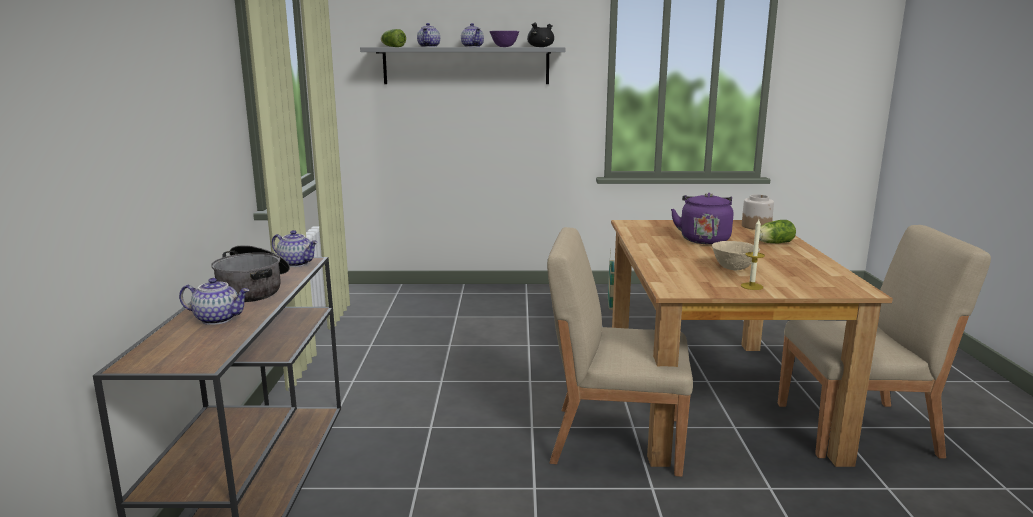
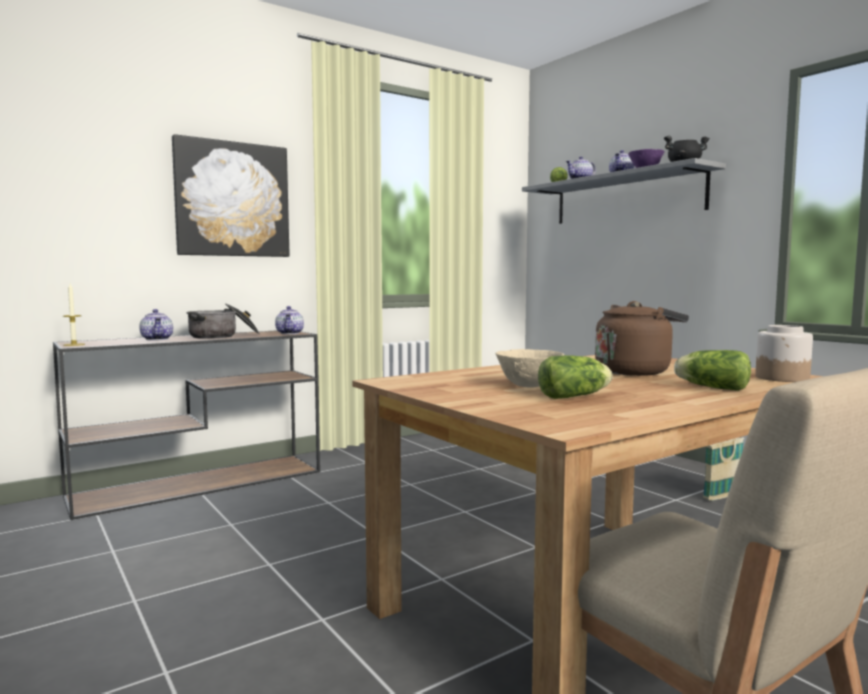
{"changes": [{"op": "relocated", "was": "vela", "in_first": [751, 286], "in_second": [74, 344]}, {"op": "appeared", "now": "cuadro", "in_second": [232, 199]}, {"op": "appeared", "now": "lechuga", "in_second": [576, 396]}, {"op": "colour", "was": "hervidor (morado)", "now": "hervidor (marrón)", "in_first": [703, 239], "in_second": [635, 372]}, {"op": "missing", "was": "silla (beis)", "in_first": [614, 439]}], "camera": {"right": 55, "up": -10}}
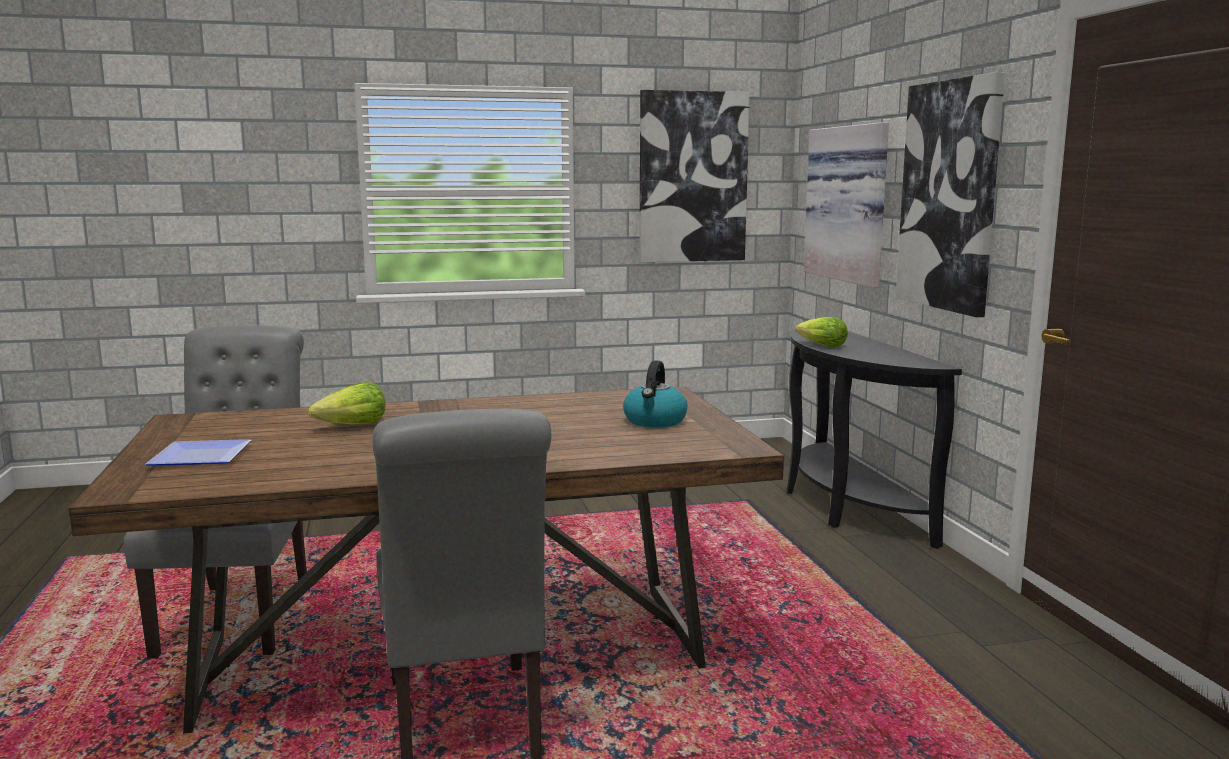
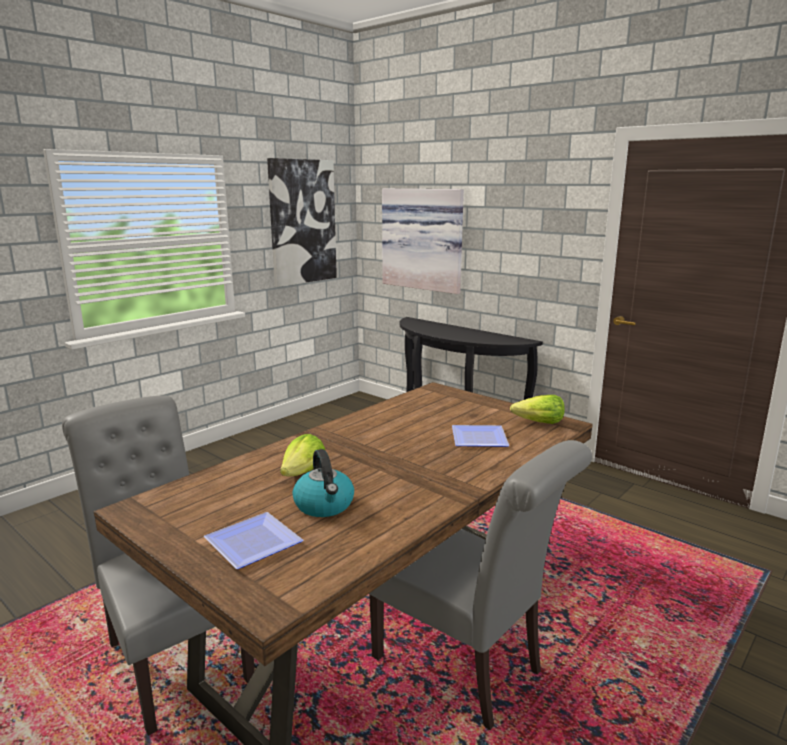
{"changes": [{"op": "relocated", "was": "hervidor", "in_first": [655, 421], "in_second": [324, 505]}, {"op": "appeared", "now": "plato", "in_second": [481, 439]}, {"op": "relocated", "was": "lechuga", "in_first": [821, 346], "in_second": [539, 423]}, {"op": "missing", "was": "cuadro", "in_first": [949, 196]}], "camera": {"right": -35, "up": 5}}
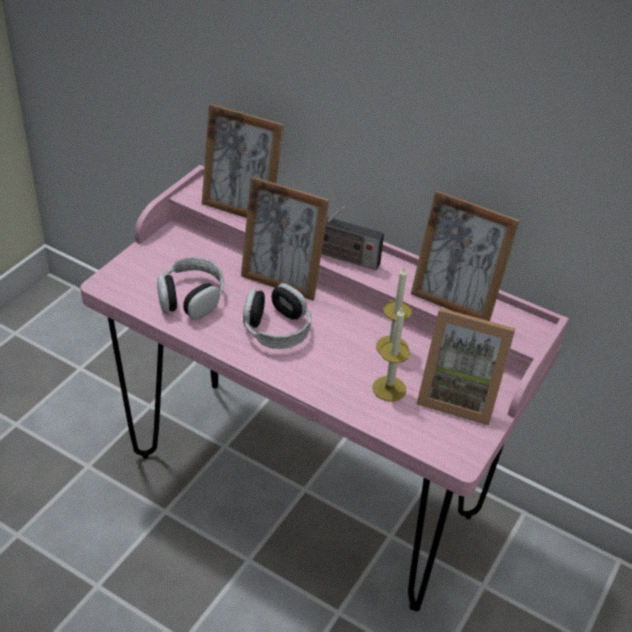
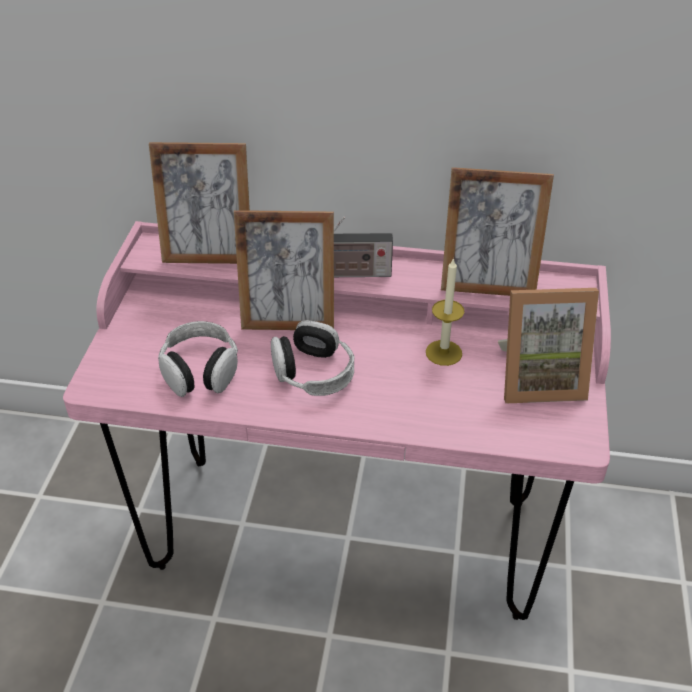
{"changes": [{"op": "missing", "was": "vela", "in_first": [389, 388]}], "camera": {"right": -20, "up": 0}}
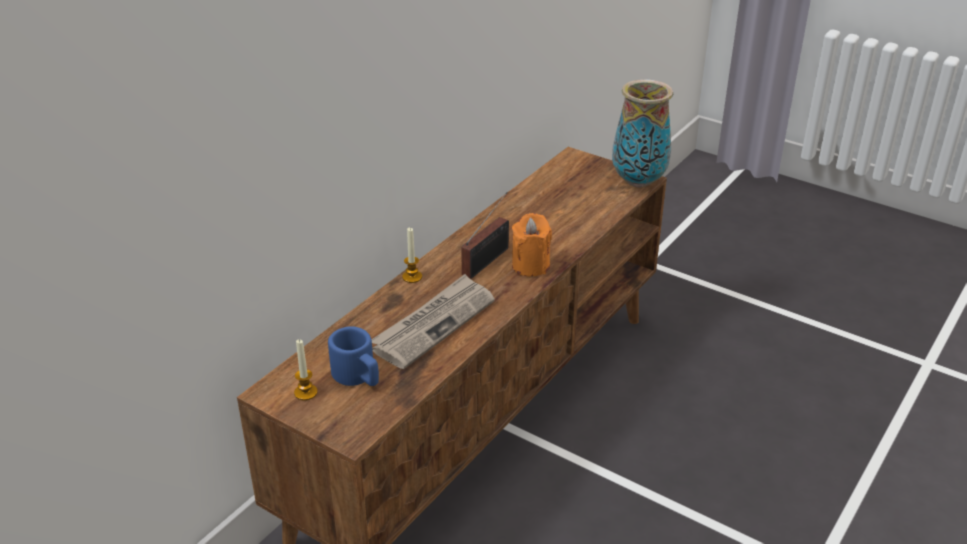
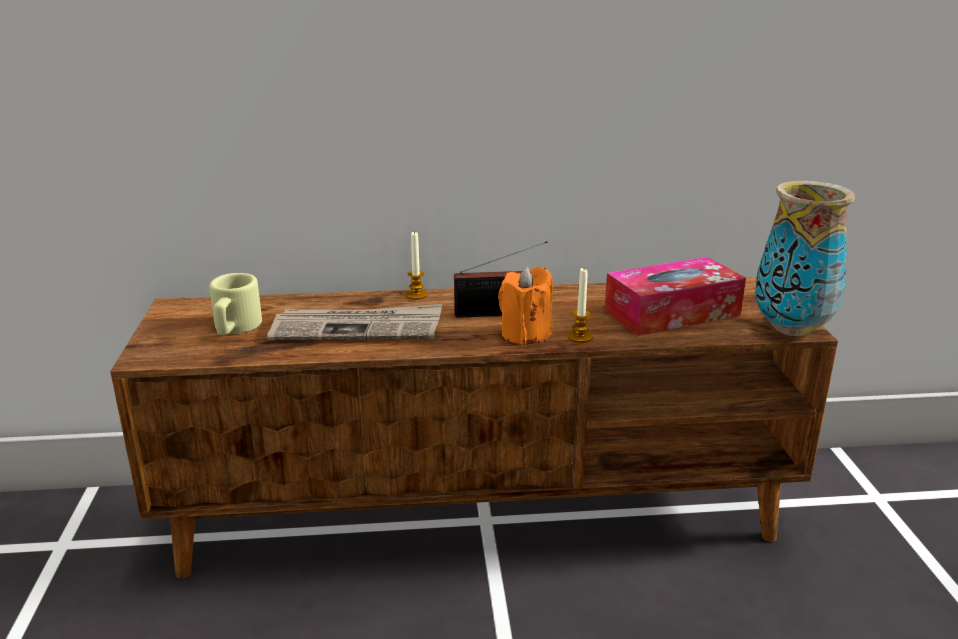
{"changes": [{"op": "colour", "was": "taza grande (azul)", "now": "taza grande (beis)", "in_first": [358, 376], "in_second": [235, 328]}, {"op": "relocated", "was": "vela", "in_first": [305, 393], "in_second": [579, 337]}, {"op": "appeared", "now": "caja de pañuelos", "in_second": [672, 313]}], "camera": {"right": 50, "up": -10}}
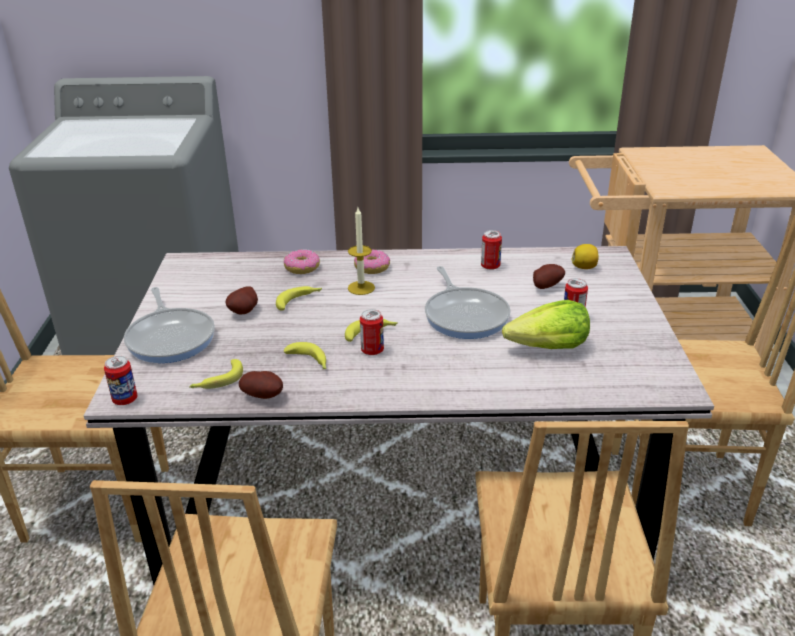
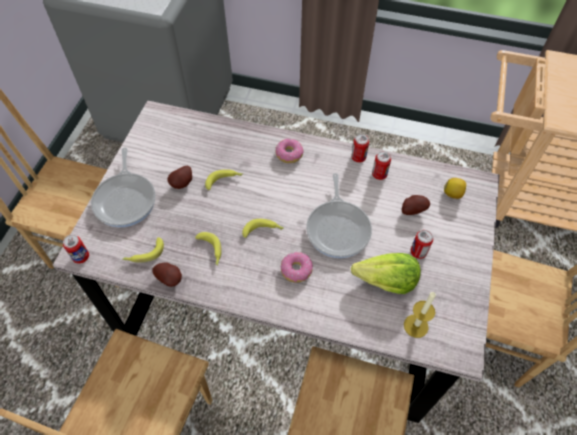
{"changes": [{"op": "relocated", "was": "rosquilla", "in_first": [302, 268], "in_second": [296, 270]}, {"op": "relocated", "was": "lata", "in_first": [372, 350], "in_second": [358, 157]}, {"op": "relocated", "was": "vela", "in_first": [361, 288], "in_second": [416, 326]}], "camera": {"right": 15, "up": 25}}
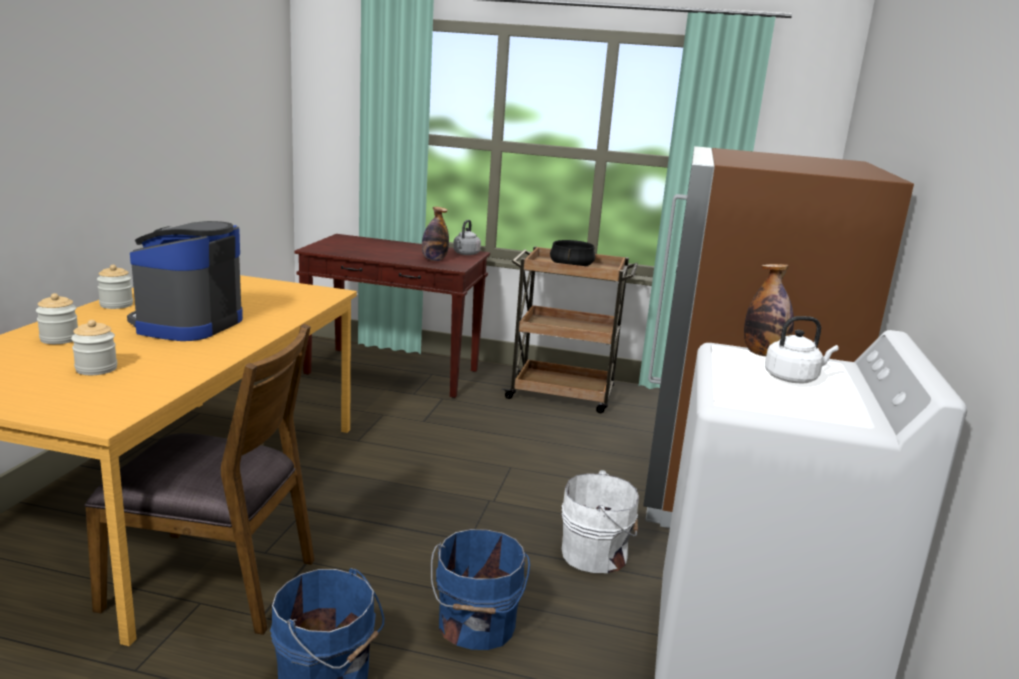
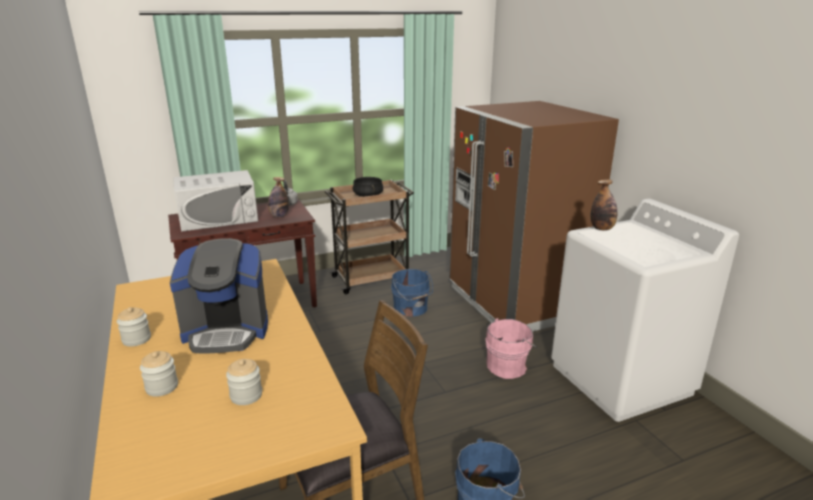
{"changes": [{"op": "spun", "was": "cafetera", "in_first": [187, 324], "in_second": [227, 331], "clockwise": -75}, {"op": "appeared", "now": "microondas (blanco)", "in_second": [219, 218]}, {"op": "relocated", "was": "cubo (azul)", "in_first": [476, 626], "in_second": [411, 309]}, {"op": "colour", "was": "cubo (blanco)", "now": "cubo (rosa)", "in_first": [597, 554], "in_second": [508, 366]}, {"op": "missing", "was": "hervidor (blanco)", "in_first": [793, 378]}], "camera": {"right": -35, "up": 5}}
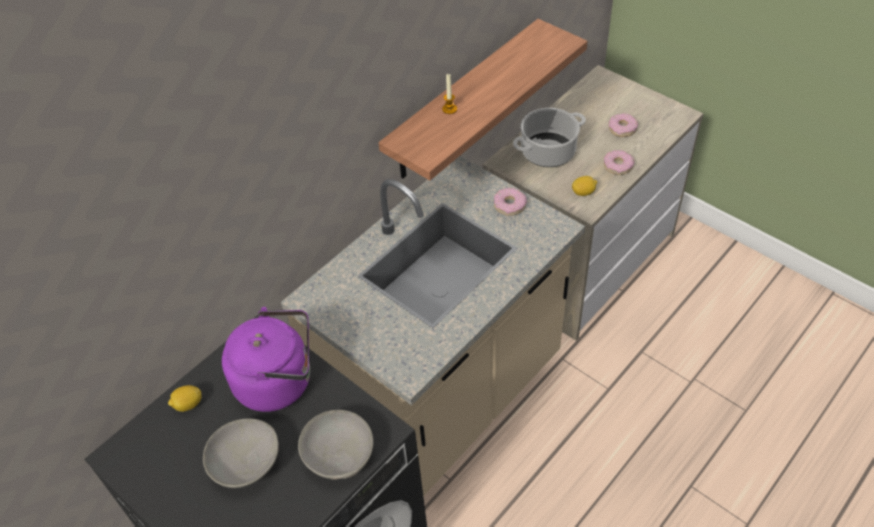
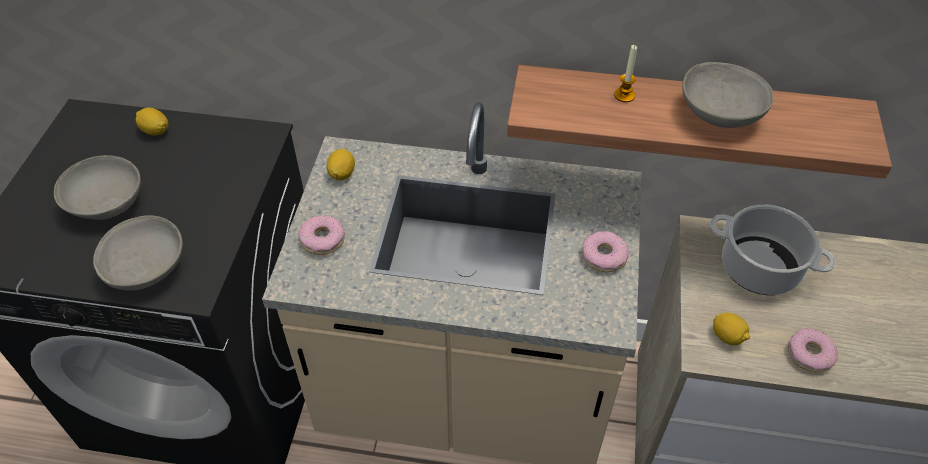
{"changes": [{"op": "relocated", "was": "rosquilla", "in_first": [622, 129], "in_second": [322, 240]}, {"op": "appeared", "now": "limón", "in_second": [342, 173]}, {"op": "appeared", "now": "cuenco (gris)", "in_second": [719, 114]}, {"op": "missing", "was": "hervidor (morado)", "in_first": [279, 381]}], "camera": {"right": 55, "up": 0}}
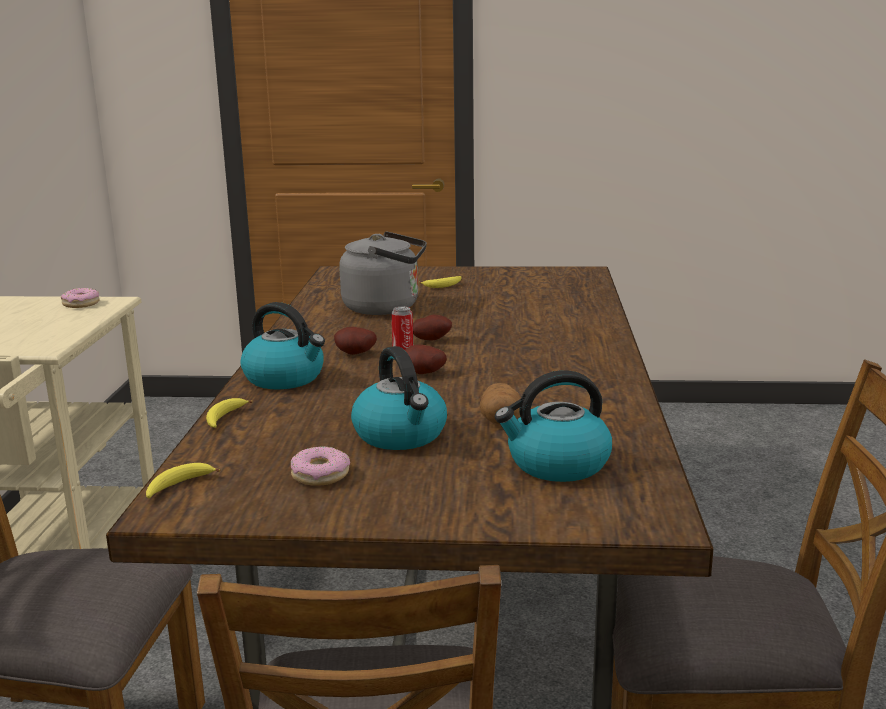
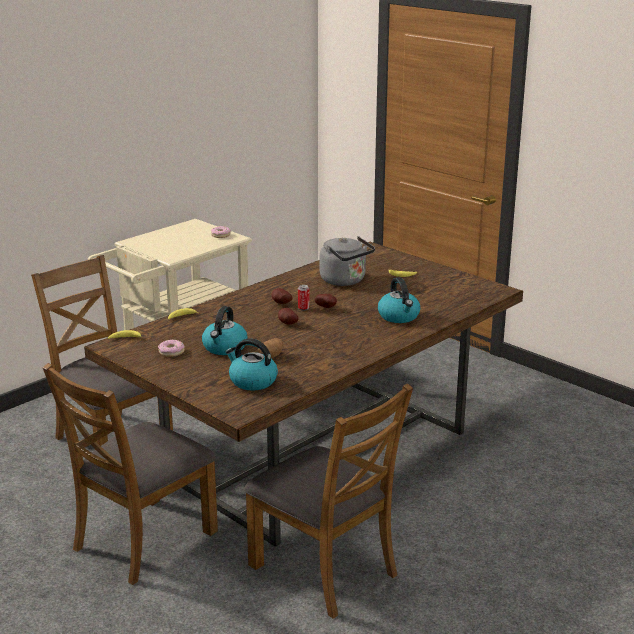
{"changes": [{"op": "relocated", "was": "hervidor", "in_first": [285, 378], "in_second": [399, 316]}], "camera": {"right": 40, "up": 5}}
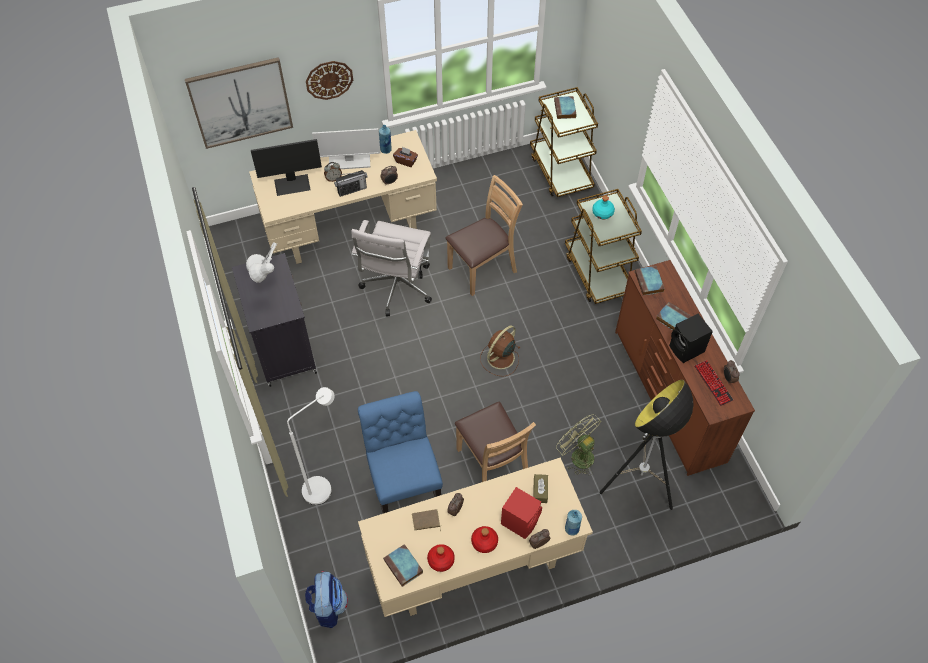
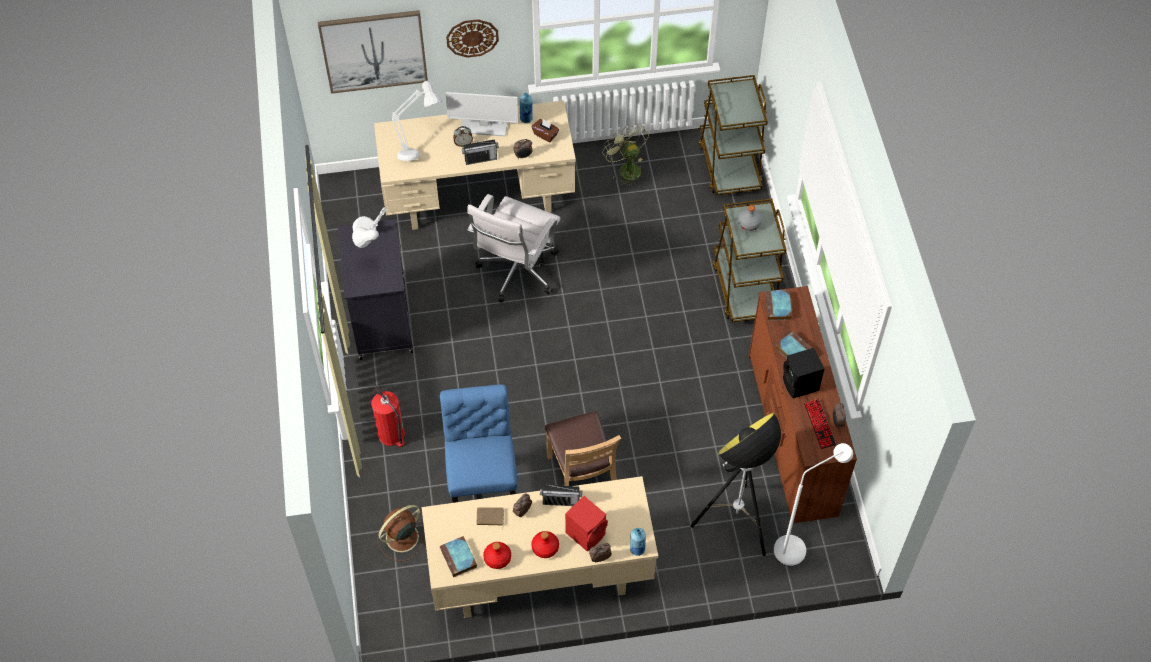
{"changes": [{"op": "appeared", "now": "extintor", "in_second": [391, 435]}, {"op": "relocated", "was": "ventilador (marrón)", "in_first": [500, 358], "in_second": [401, 538]}, {"op": "exchanged", "was": "monitor", "now": "lámpara de mesa (gris)", "in_first": [292, 184], "in_second": [418, 144]}, {"op": "appeared", "now": "radio", "in_second": [561, 501]}, {"op": "relocated", "was": "ventilador (verde)", "in_first": [577, 455], "in_second": [626, 169]}, {"op": "colour", "was": "botella (turquesa)", "now": "botella (gris)", "in_first": [603, 213], "in_second": [749, 223]}, {"op": "relocated", "was": "lámpara de pie (blanco)", "in_first": [323, 486], "in_second": [797, 547]}, {"op": "missing", "was": "mochila", "in_first": [328, 606]}, {"op": "missing", "was": "silla (marrón)", "in_first": [482, 269]}, {"op": "missing", "was": "caja de pañuelos (marrón)", "in_first": [540, 491]}, {"op": "missing", "was": "libro", "in_first": [565, 110]}], "camera": {"right": 10, "up": 0}}
